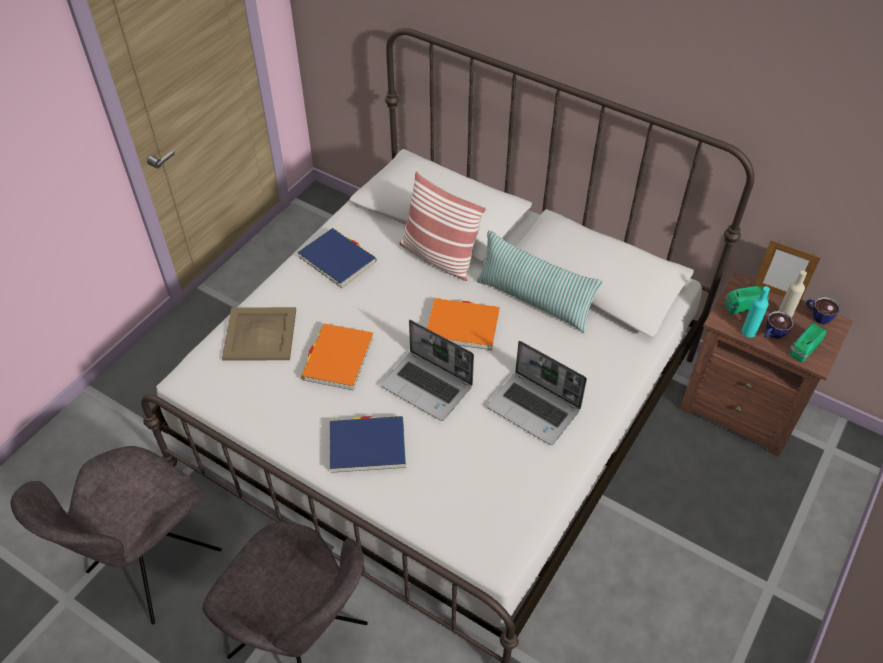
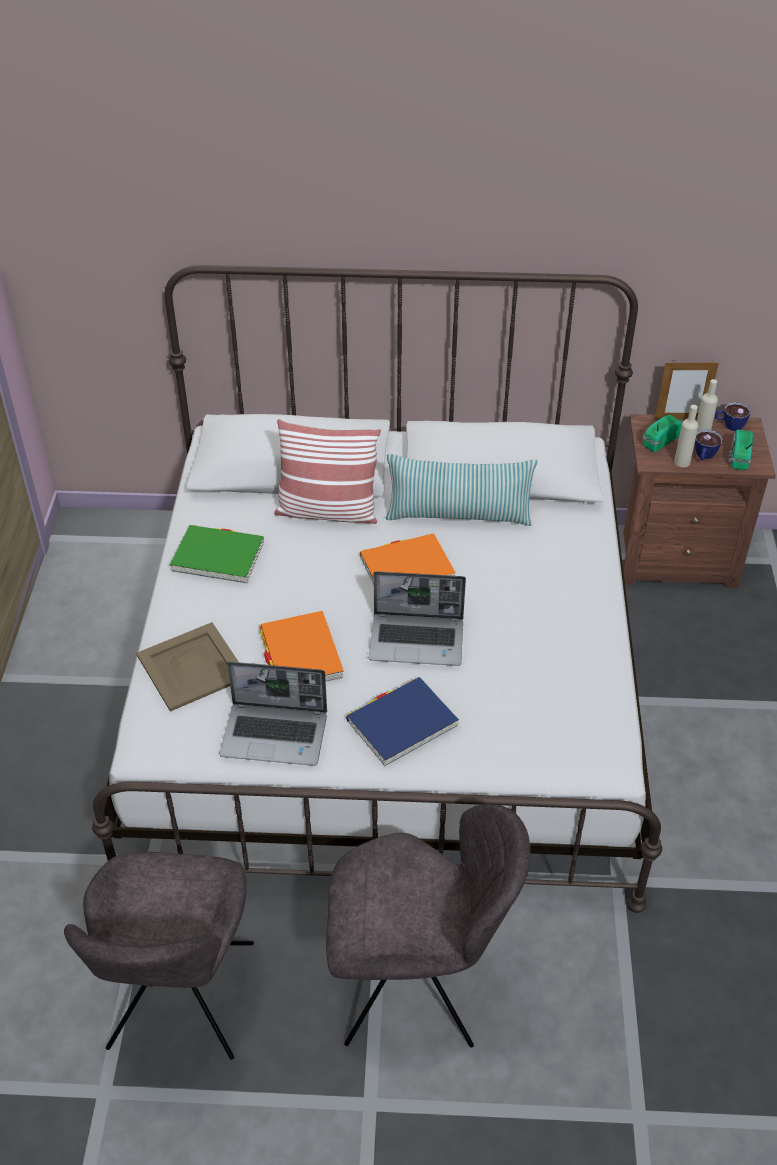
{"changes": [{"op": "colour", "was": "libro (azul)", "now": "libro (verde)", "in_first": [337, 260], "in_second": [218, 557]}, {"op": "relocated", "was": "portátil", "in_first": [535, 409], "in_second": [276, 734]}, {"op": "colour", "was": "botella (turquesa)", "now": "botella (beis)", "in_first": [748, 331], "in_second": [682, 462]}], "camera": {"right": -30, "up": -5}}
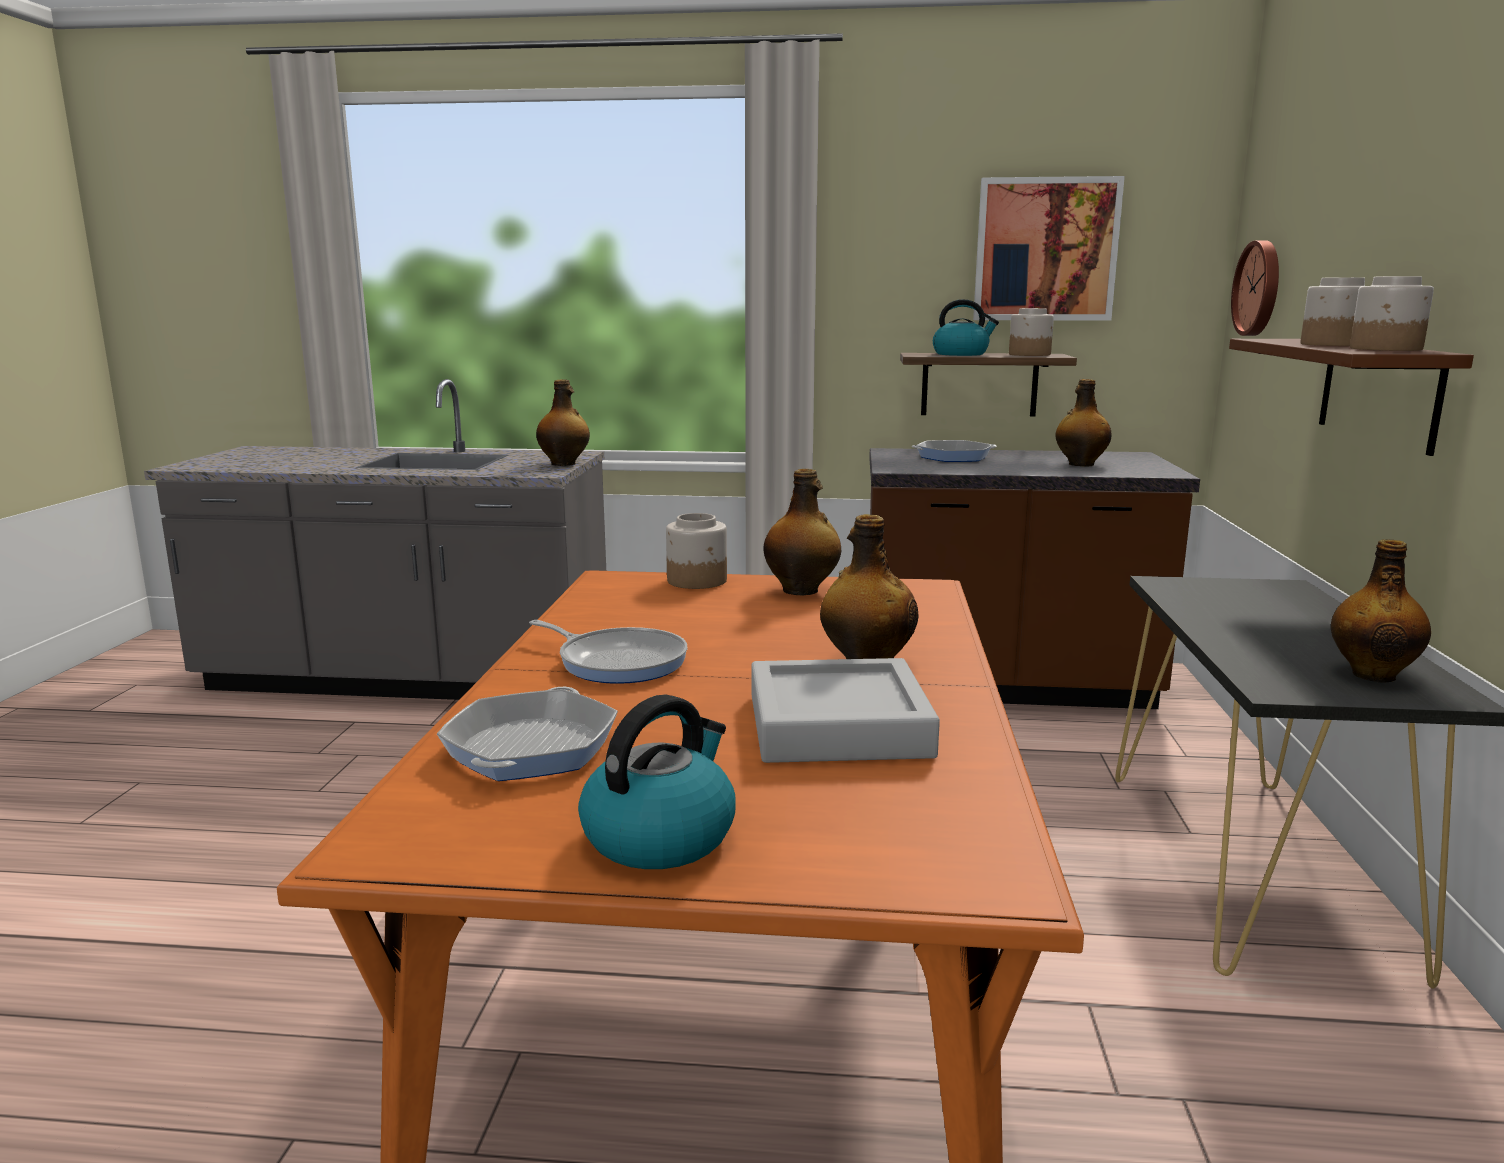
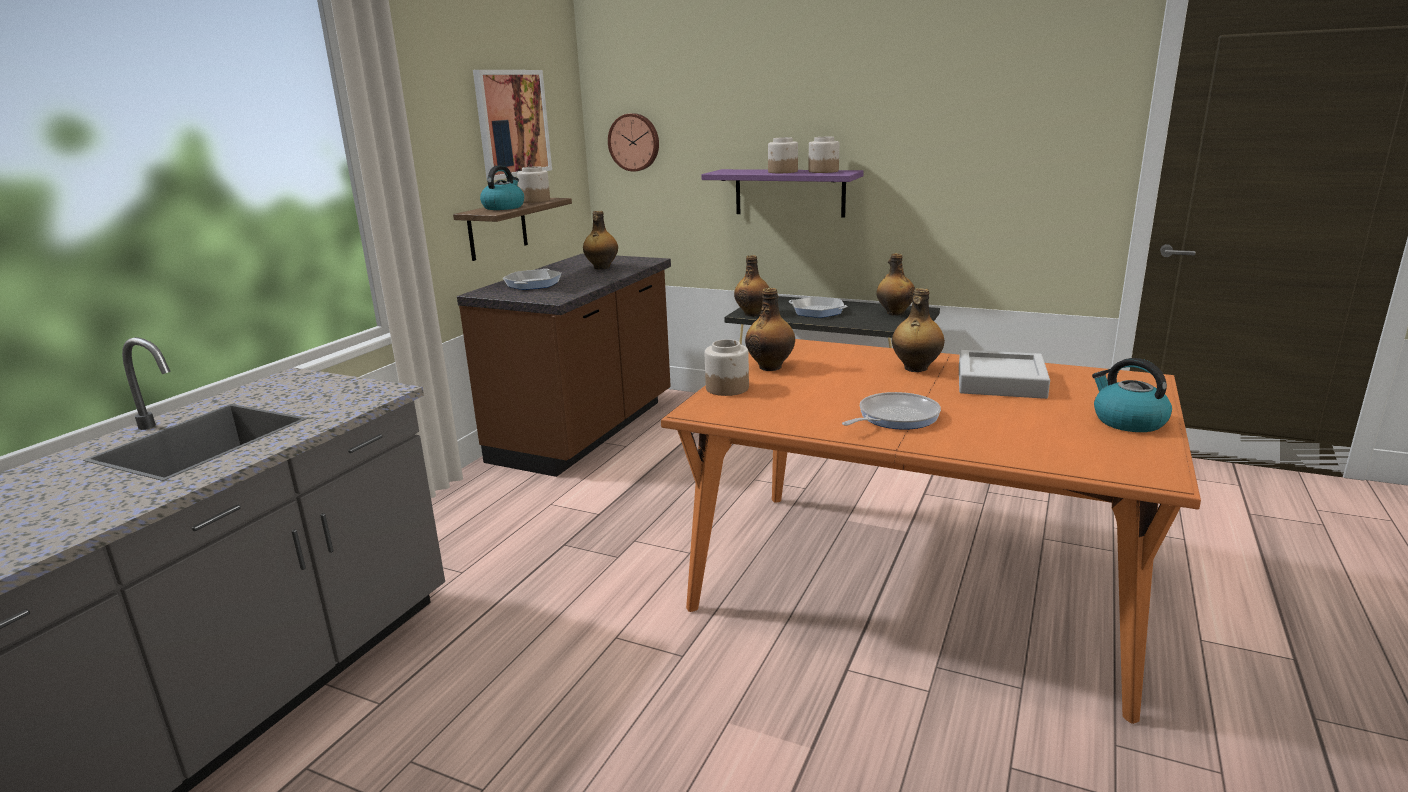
{"changes": [{"op": "colour", "was": "estante (marrón)", "now": "estante (morado)", "in_first": [1379, 392], "in_second": [789, 192]}, {"op": "relocated", "was": "botella", "in_first": [564, 464], "in_second": [753, 314]}, {"op": "relocated", "was": "sartén", "in_first": [531, 747], "in_second": [817, 311]}], "camera": {"right": -70, "up": 5}}
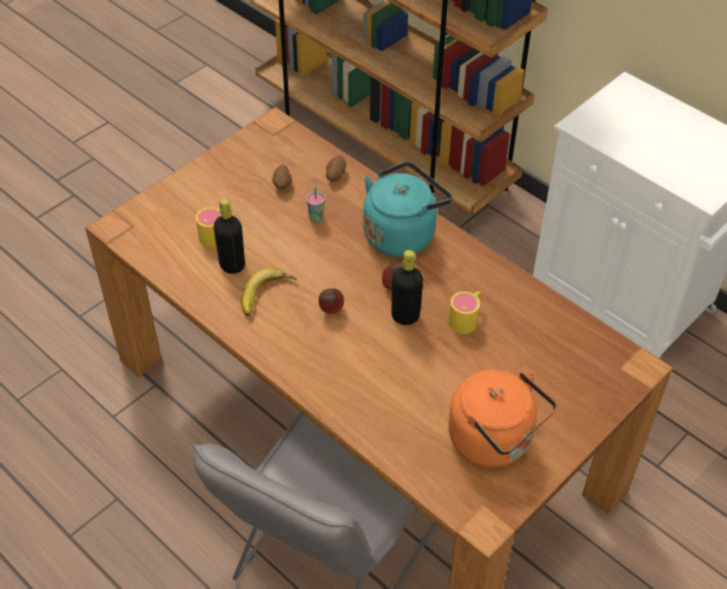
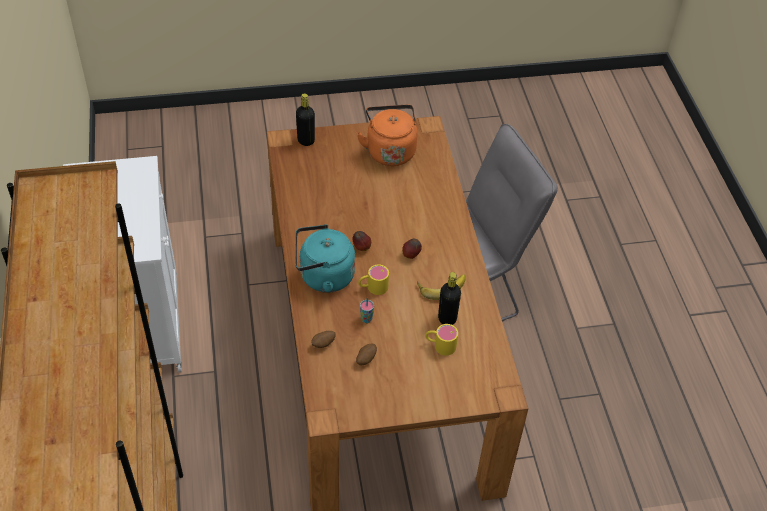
{"changes": [{"op": "relocated", "was": "botella (negro)", "in_first": [405, 316], "in_second": [306, 141]}, {"op": "relocated", "was": "taza grande (amarillo)", "in_first": [467, 318], "in_second": [373, 287]}], "camera": {"right": -145, "up": 0}}
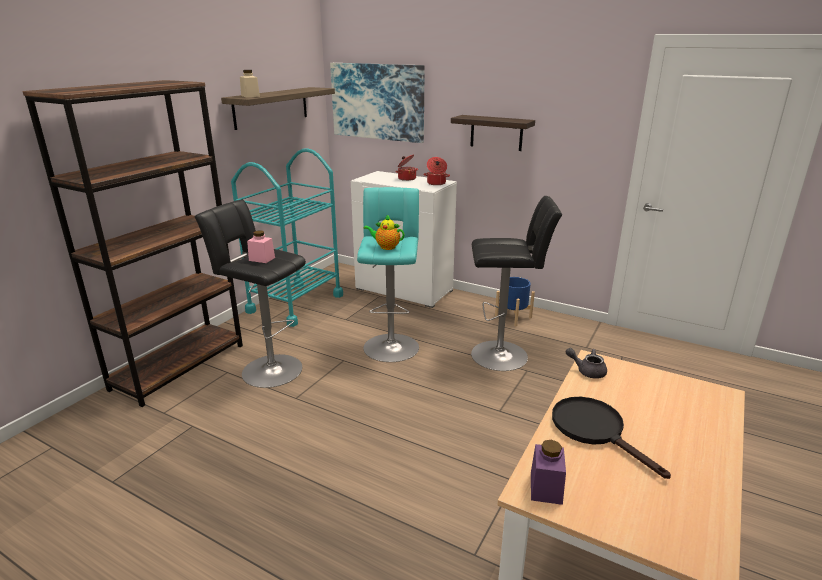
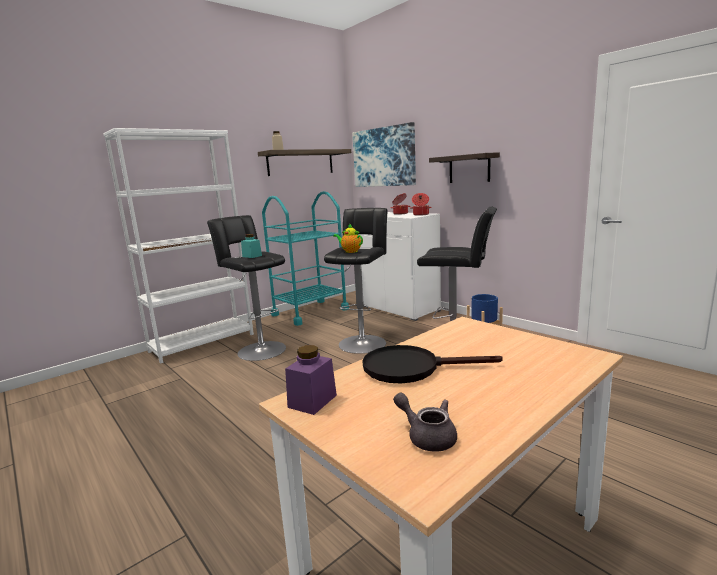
{"changes": [{"op": "colour", "was": "estantería (marrón)", "now": "estantería (blanco)", "in_first": [179, 366], "in_second": [203, 343]}, {"op": "colour", "was": "tarro (rosa)", "now": "tarro (turquesa)", "in_first": [262, 259], "in_second": [252, 256]}, {"op": "colour", "was": "taburete (turquesa)", "now": "taburete (negro)", "in_first": [391, 345], "in_second": [363, 342]}, {"op": "spun", "was": "sartén (negro)", "in_first": [595, 430], "in_second": [411, 368], "clockwise": -75}, {"op": "relocated", "was": "tetera (gris)", "in_first": [587, 371], "in_second": [427, 436]}], "camera": {"right": 20, "up": -10}}
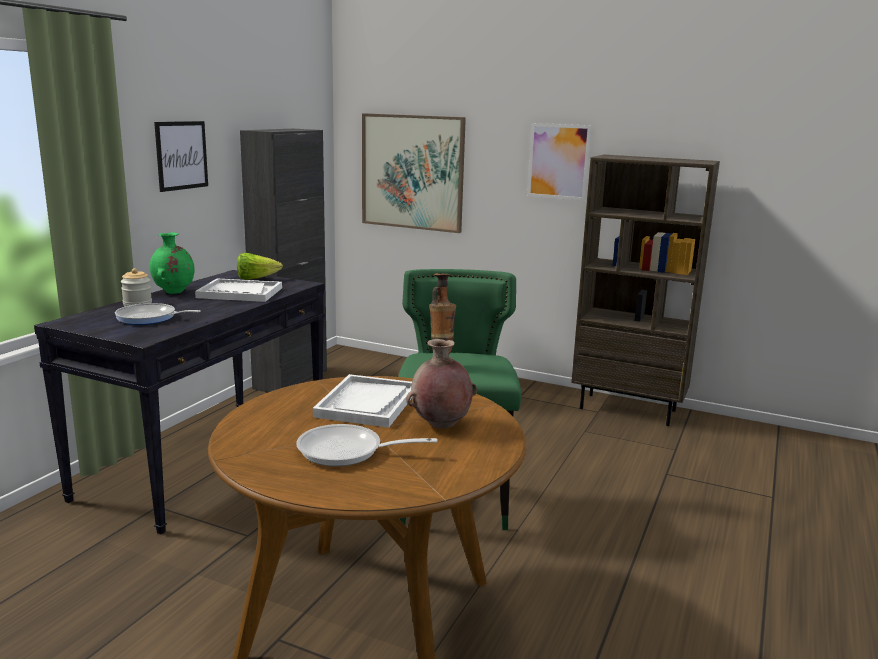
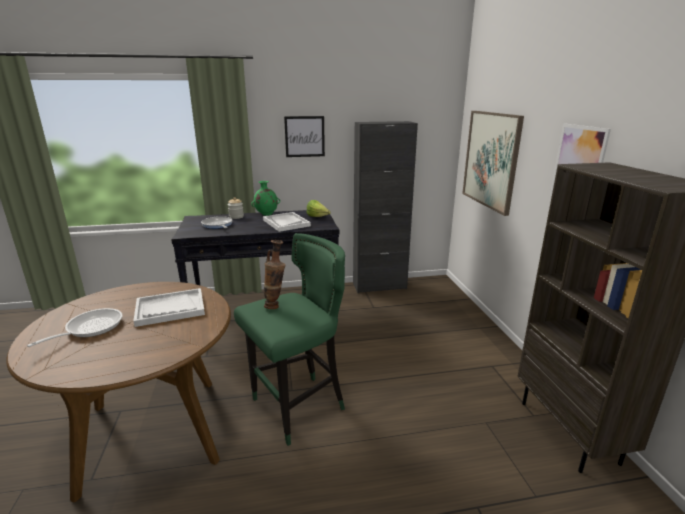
{"changes": [{"op": "spun", "was": "sartén", "in_first": [347, 452], "in_second": [90, 328], "clockwise": 60}, {"op": "missing", "was": "florero (marrón)", "in_first": [440, 425]}], "camera": {"right": 55, "up": 5}}
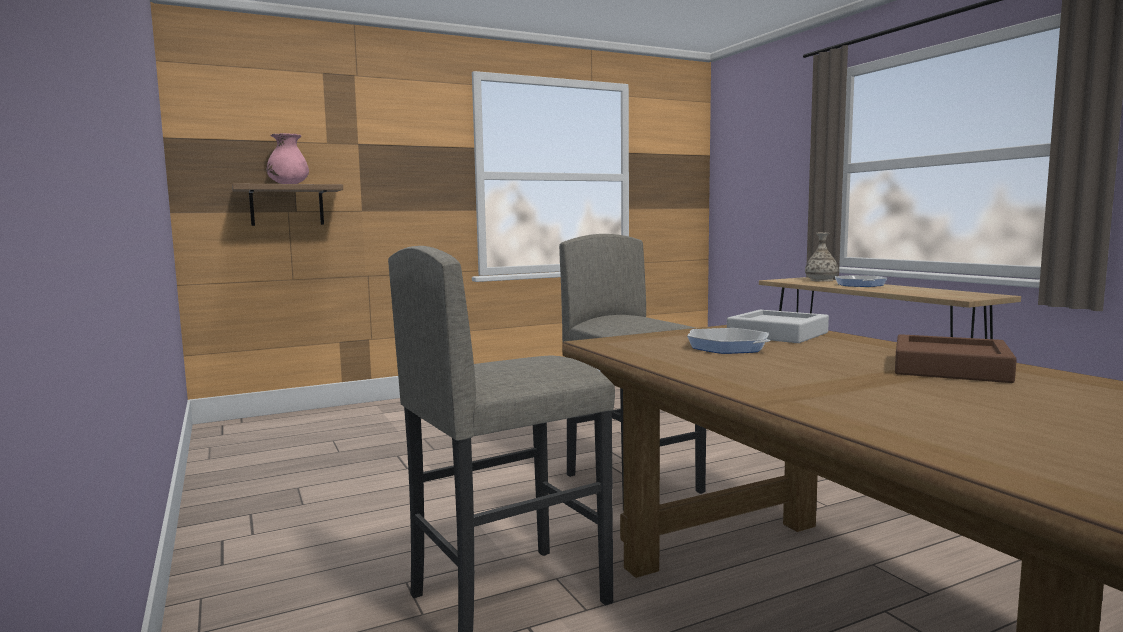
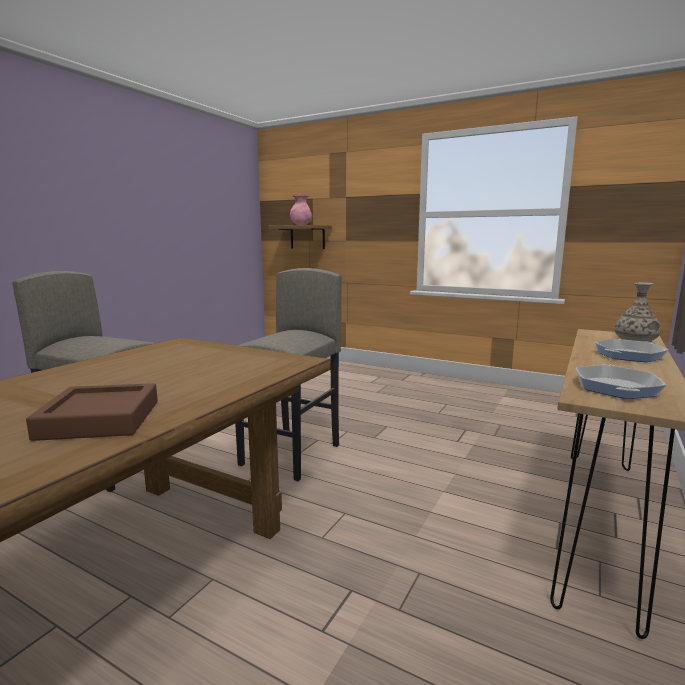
{"changes": [{"op": "relocated", "was": "sartén", "in_first": [727, 347], "in_second": [616, 387]}, {"op": "missing", "was": "bandeja (gris)", "in_first": [777, 334]}], "camera": {"right": 55, "up": 5}}
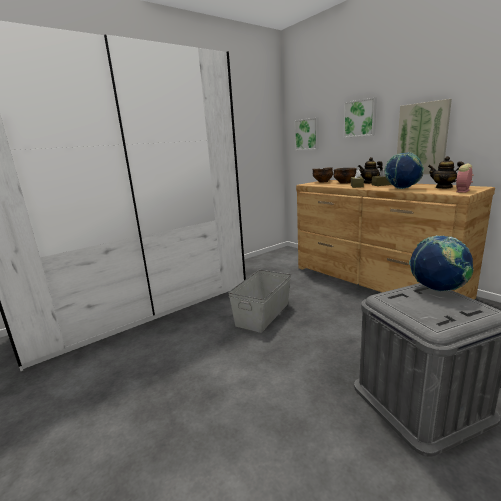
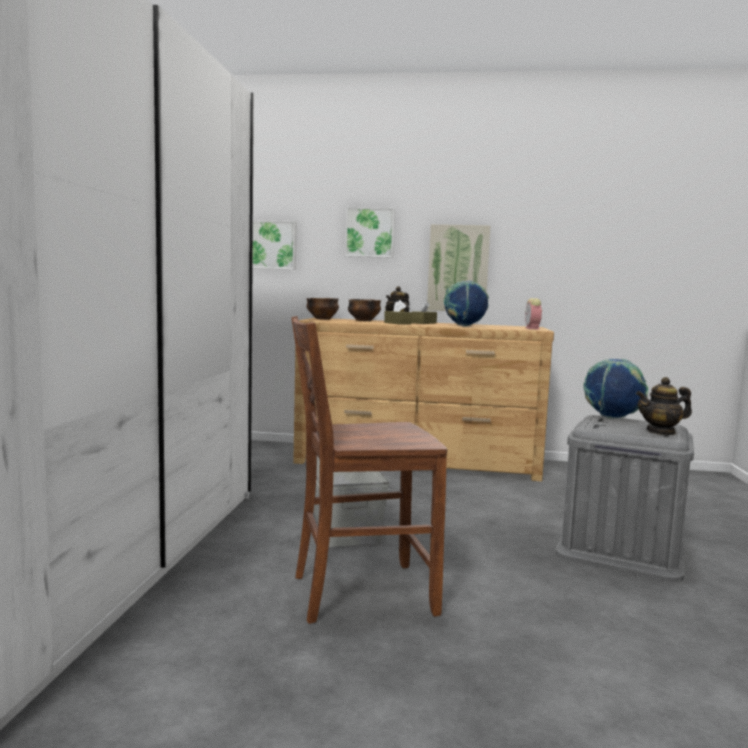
{"changes": [{"op": "appeared", "now": "silla (marrón)", "in_second": [359, 593]}, {"op": "relocated", "was": "tetera", "in_first": [444, 187], "in_second": [661, 432]}], "camera": {"right": -45, "up": -10}}
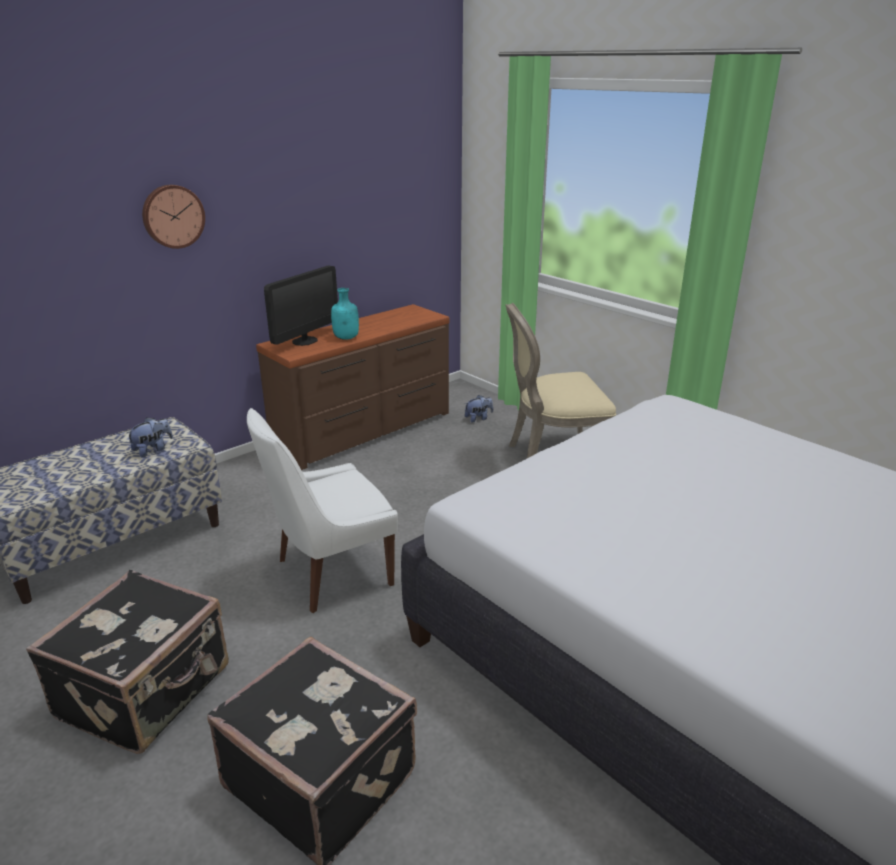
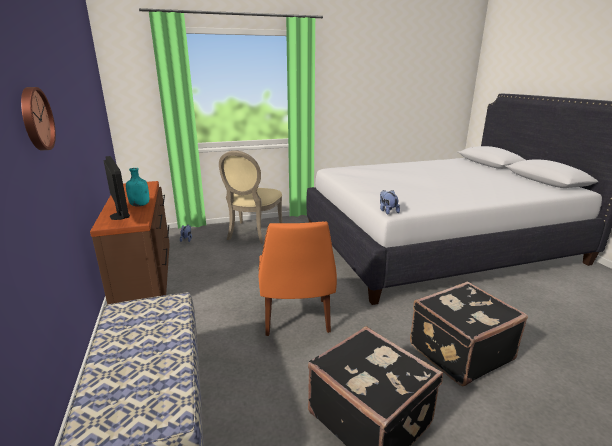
{"changes": [{"op": "colour", "was": "silla (blanco)", "now": "silla (naranja)", "in_first": [330, 574], "in_second": [296, 319]}, {"op": "relocated", "was": "peluche", "in_first": [153, 450], "in_second": [387, 211]}], "camera": {"right": -65, "up": -5}}
